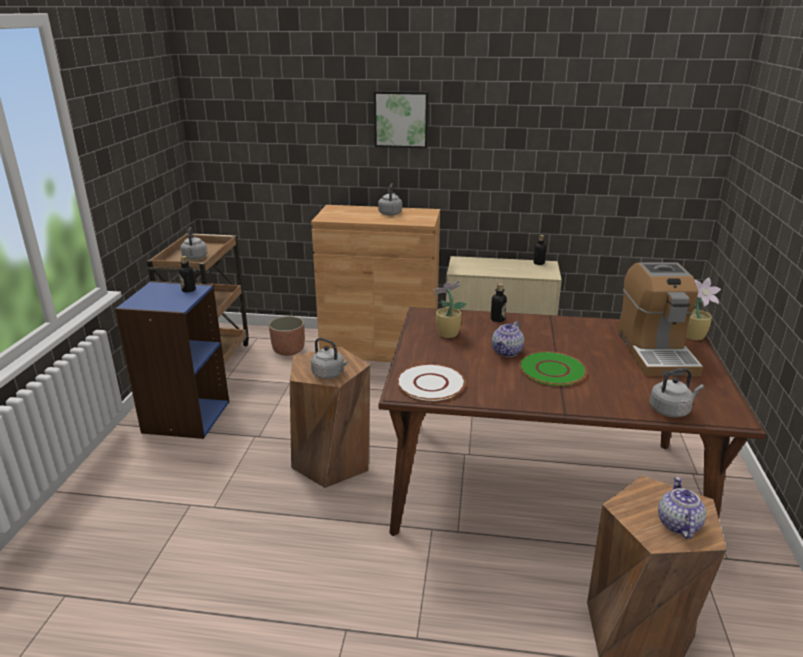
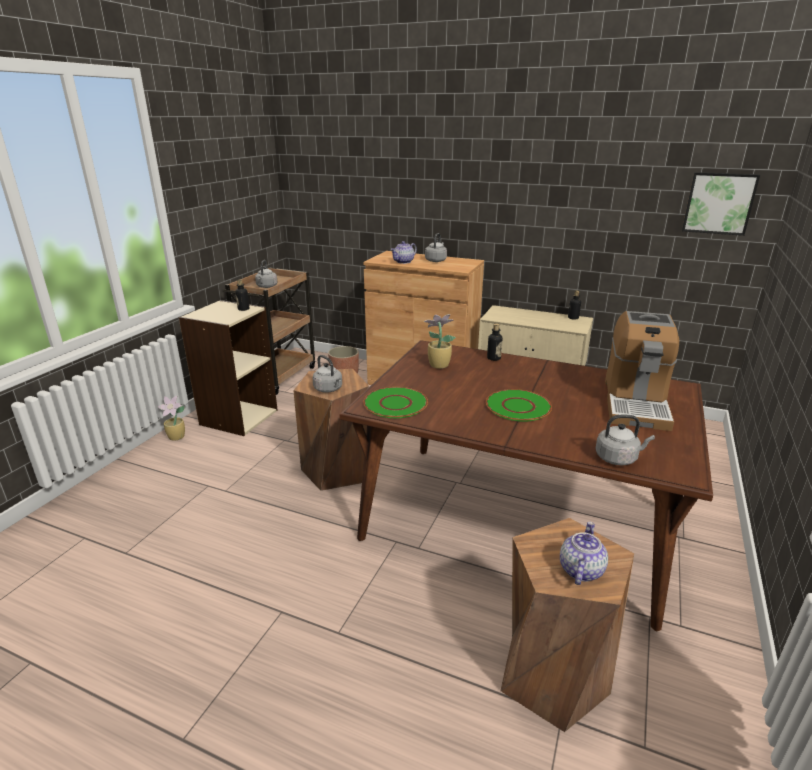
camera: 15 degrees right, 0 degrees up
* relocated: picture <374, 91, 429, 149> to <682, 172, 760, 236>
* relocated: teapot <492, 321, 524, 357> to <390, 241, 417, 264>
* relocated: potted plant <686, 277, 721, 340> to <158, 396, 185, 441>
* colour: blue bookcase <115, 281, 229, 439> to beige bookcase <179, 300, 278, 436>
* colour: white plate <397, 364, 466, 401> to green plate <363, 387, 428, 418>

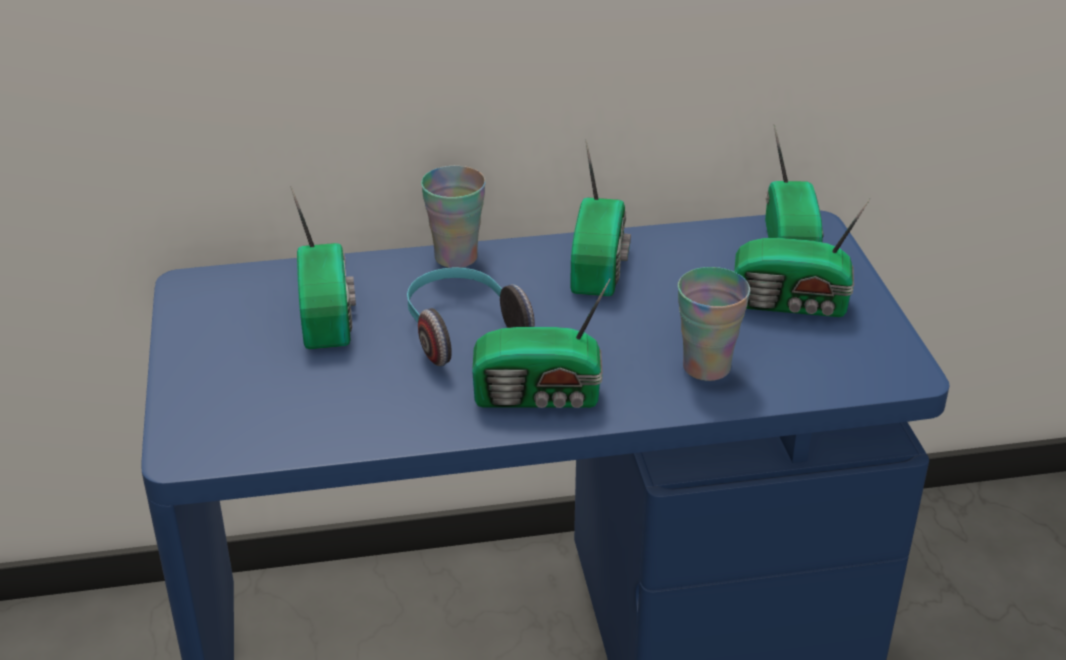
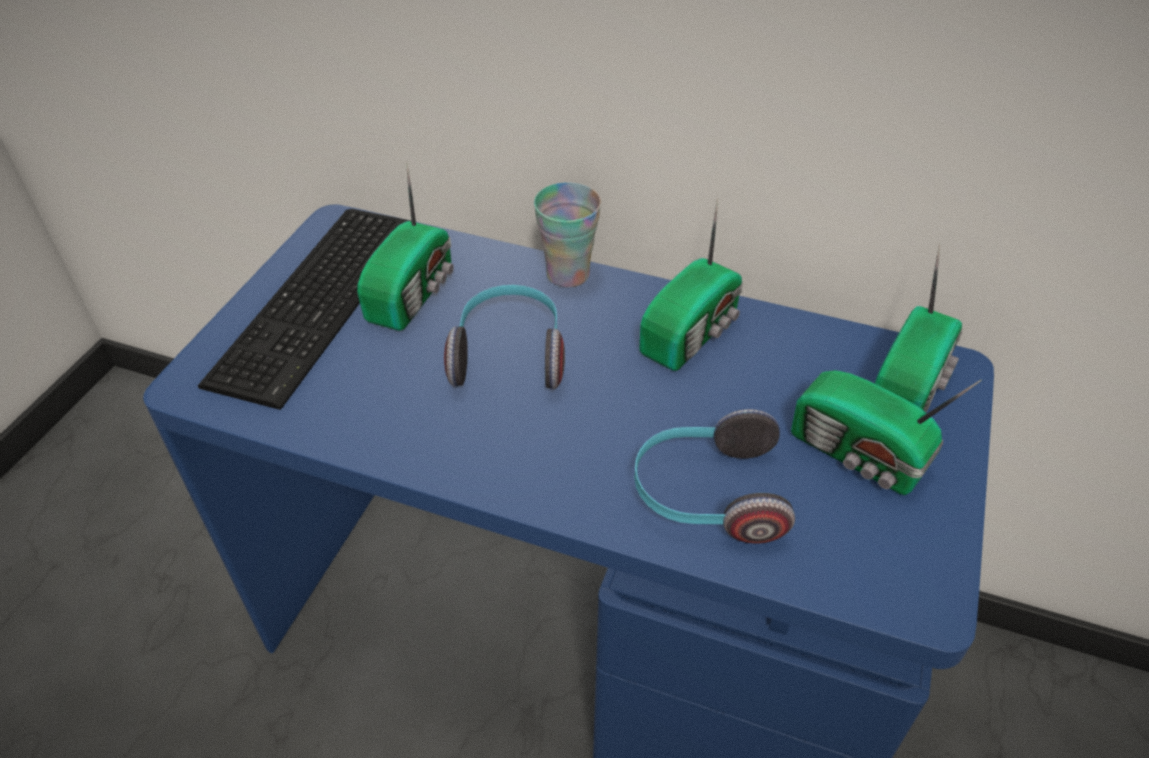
camera: 30 degrees right, 10 degrees up
* missing: radio <472, 278, 611, 408>
* appeared: keyboard <198, 209, 410, 410>
* exchanged: cup <678, 267, 750, 381> to headphones <634, 409, 795, 544>

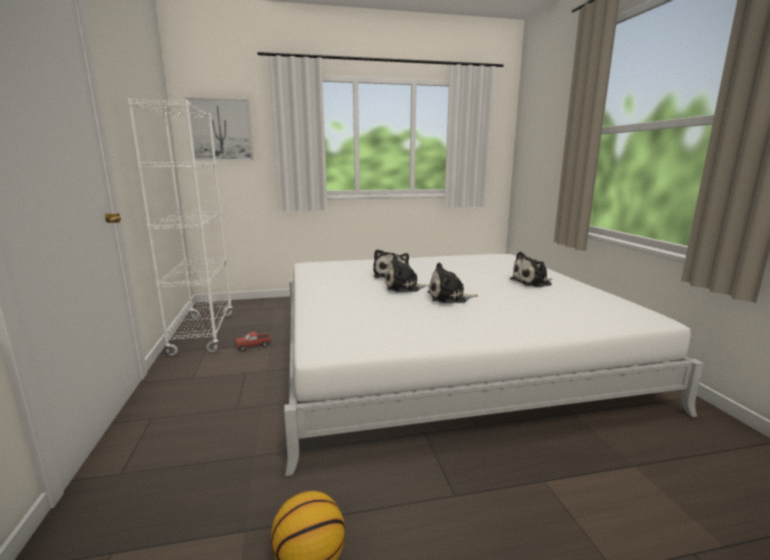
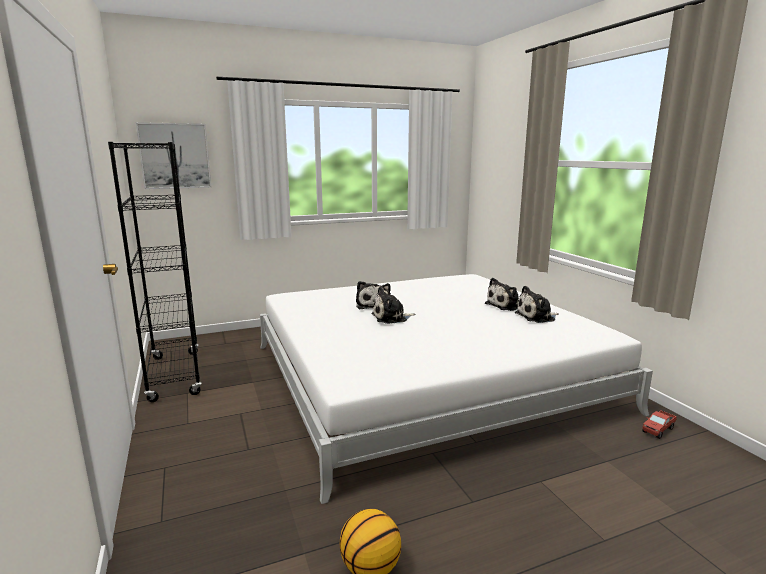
camera: 10 degrees left, 0 degrees up
* relocated: toy truck <235, 332, 271, 352> to <642, 410, 677, 439>
* relocated: plush toy <428, 262, 478, 304> to <515, 286, 559, 323>
* colour: white bookcase <127, 98, 233, 356> to black bookcase <108, 142, 202, 402>

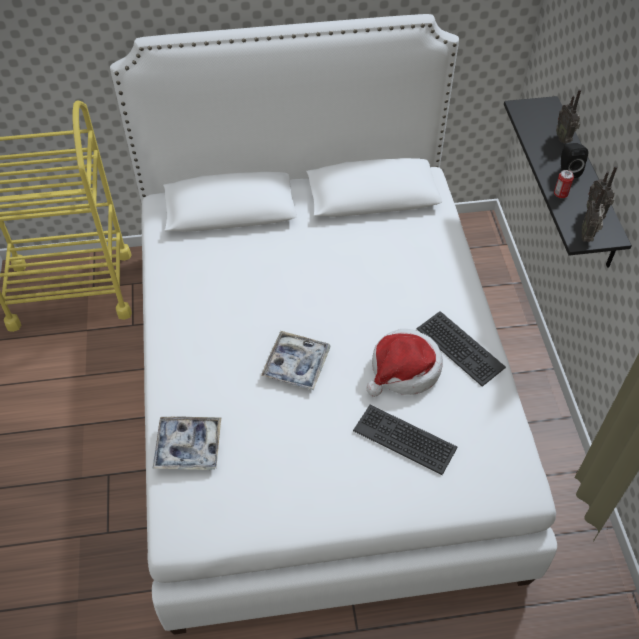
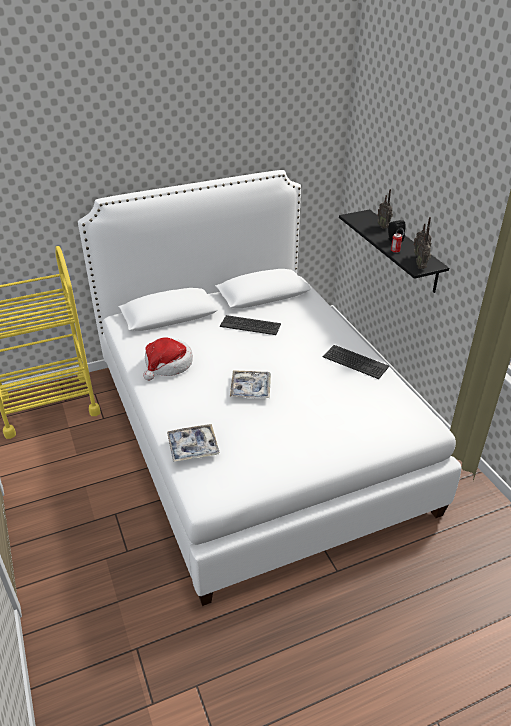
camera: 15 degrees left, 15 degrees down
* relocated: keyboard <353, 405, 458, 475> to <220, 315, 281, 335>
* relocated: hat <366, 329, 443, 397> to <143, 337, 193, 381>

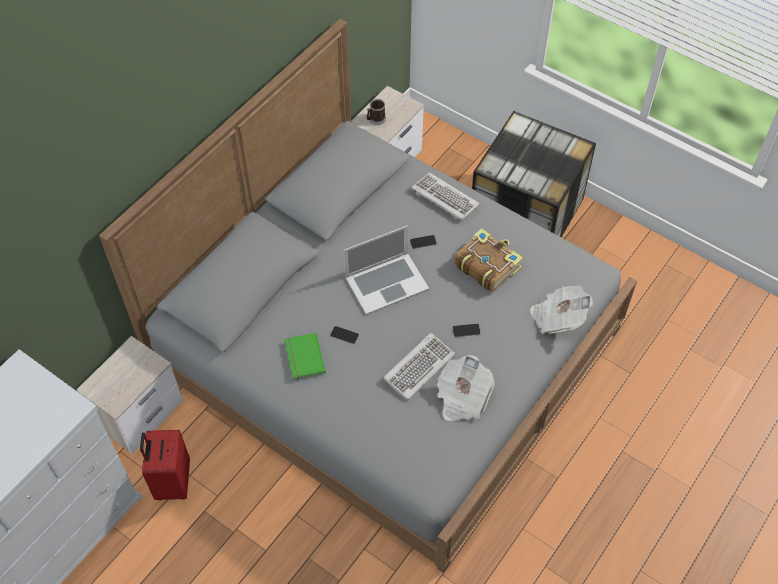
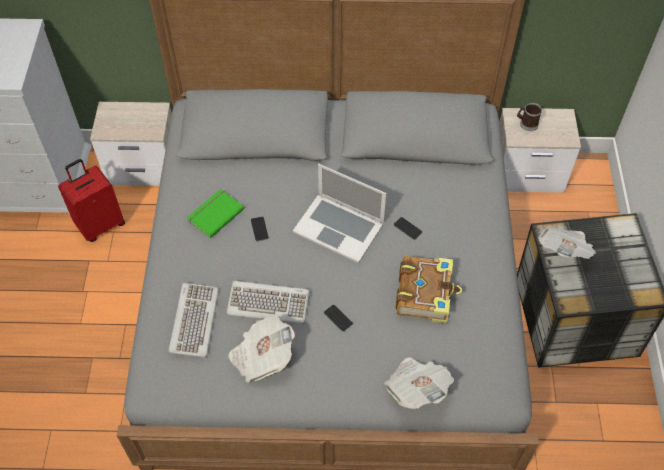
camera: 55 degrees right, 0 degrees up
* appeared: newspaper <538, 227, 596, 259>
* relocated: keyboard <411, 173, 480, 220> to <168, 283, 219, 358>

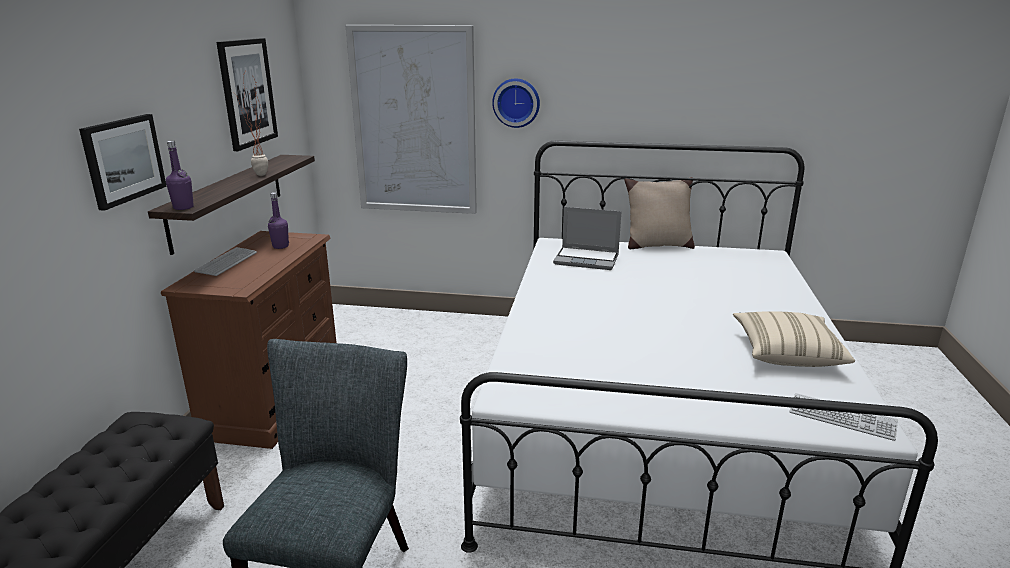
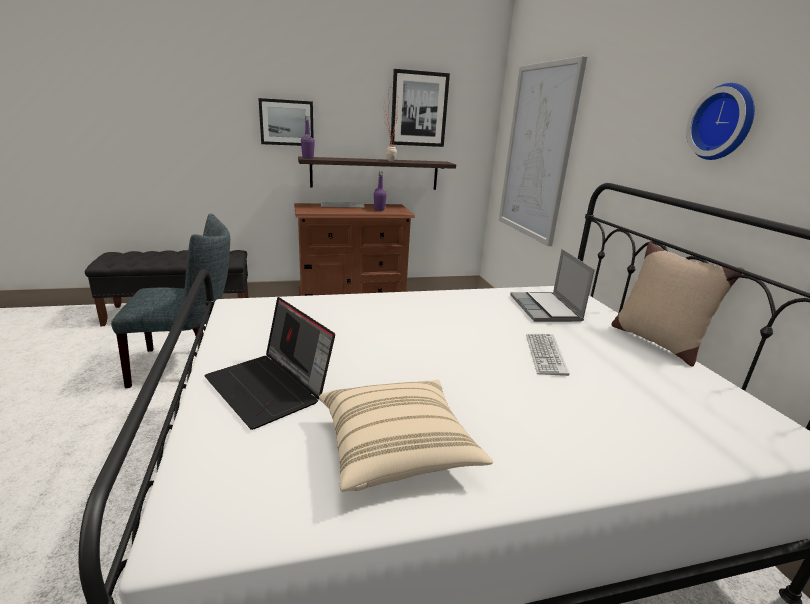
camera: 65 degrees right, 0 degrees up
* appeared: laptop <204, 297, 335, 430>
* relocated: wall clock <492, 79, 540, 128> to <686, 83, 755, 160>
* relocated: keyboard <789, 393, 898, 441> to <526, 334, 570, 376>

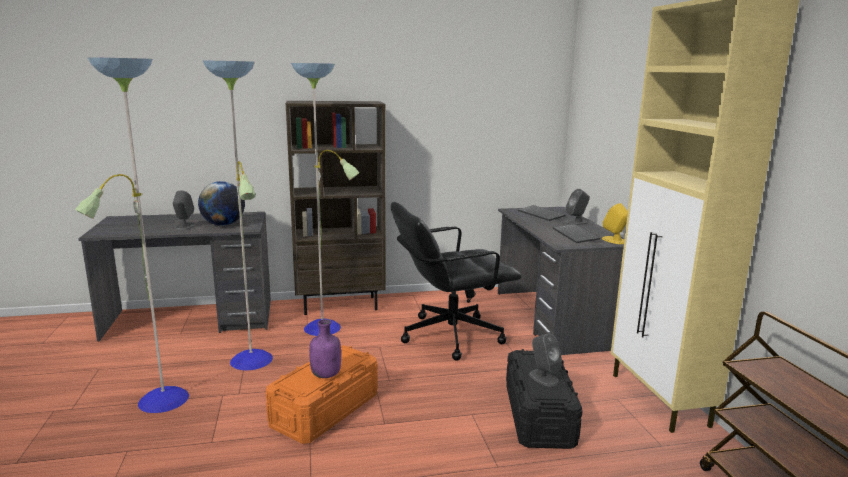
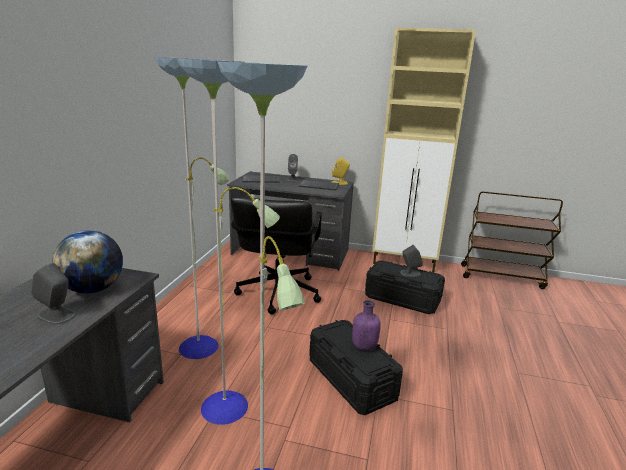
camera: 65 degrees left, 5 degrees up
* missing: brown bookcase <286, 101, 386, 315>
* colour: orange storage box <266, 345, 378, 444> to black storage box <309, 320, 403, 415>

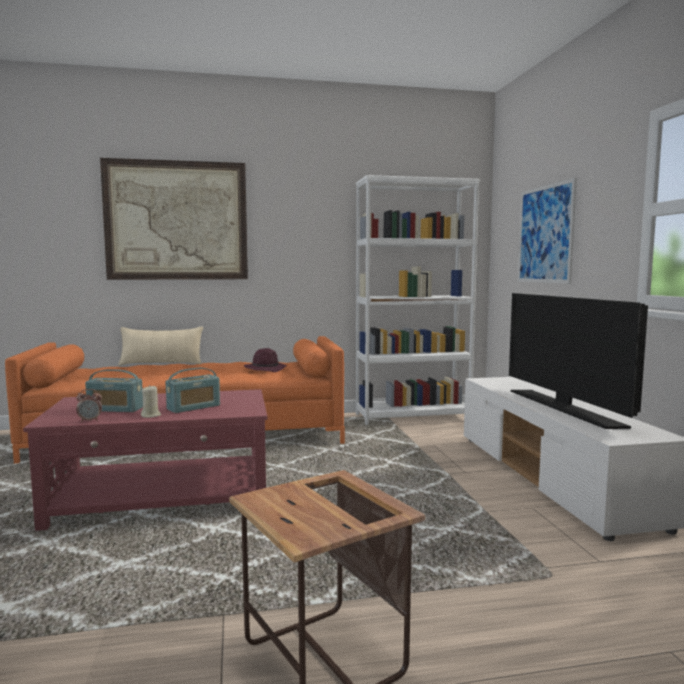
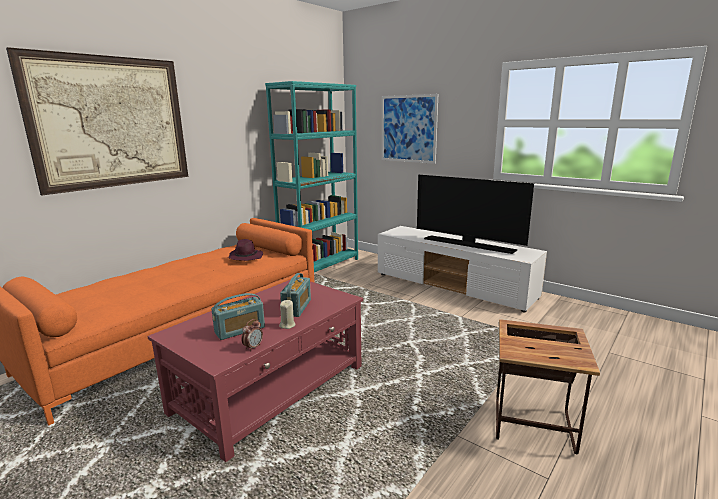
camera: 40 degrees left, 10 degrees up
* missing: beige pillow <118, 327, 203, 365>
* colour: white bookcase <356, 175, 480, 425> to turquoise bookcase <265, 81, 358, 272>

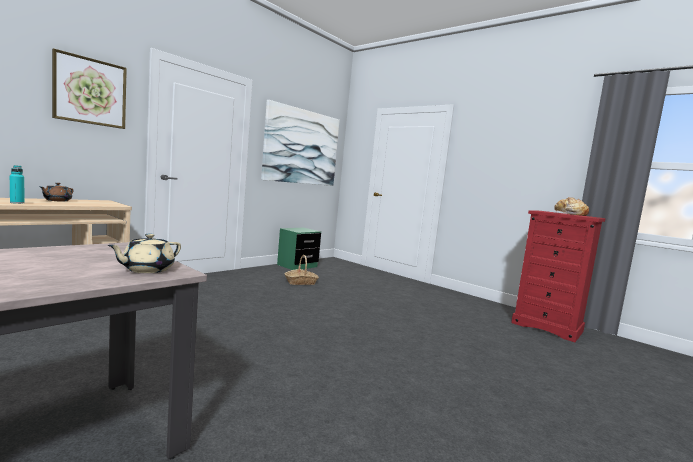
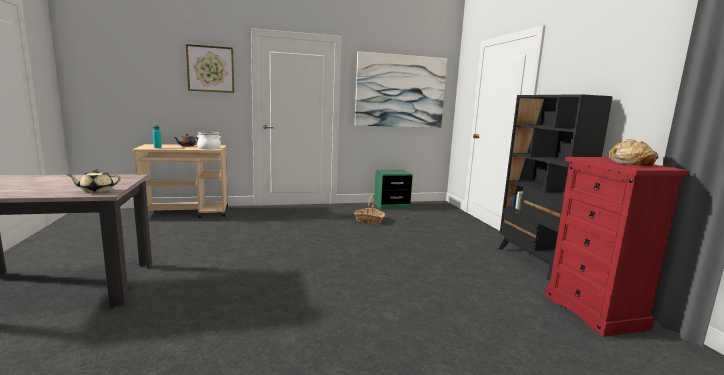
camera: 35 degrees right, 5 degrees up
* appeared: cooking pot <197, 132, 221, 149>
* appeared: black bookcase <499, 94, 613, 280>

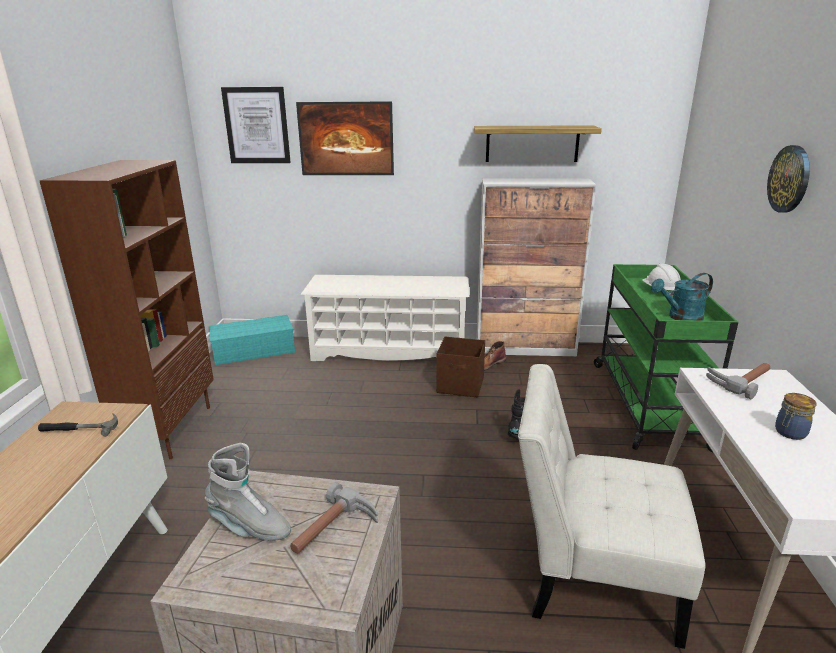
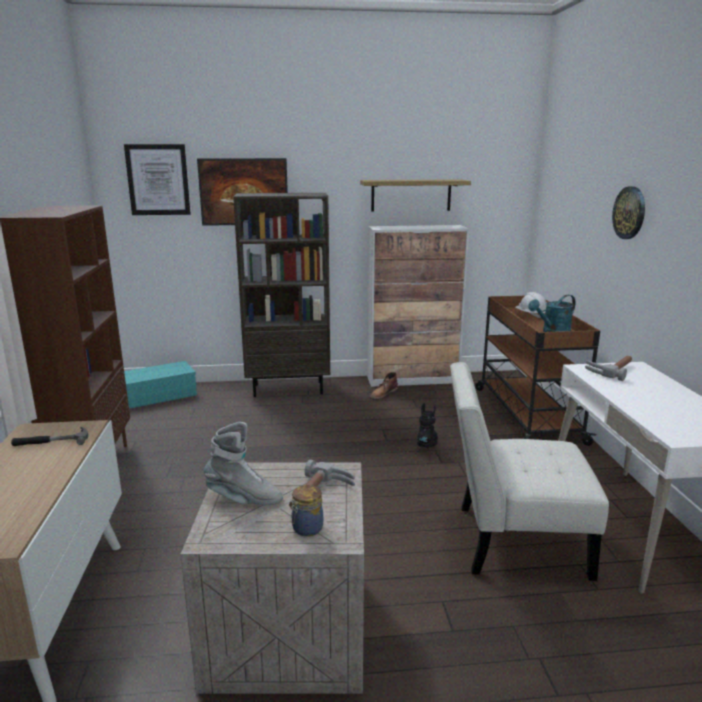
camera: 10 degrees left, 5 degrees down
* missing: brown storage box <436, 336, 485, 398>
* relocated: jar <775, 393, 816, 440> to <291, 485, 323, 536>
* exchanged: white shoe rack <300, 275, 469, 361> to brown bookcase <233, 193, 330, 397>
* colour: green cart <594, 264, 738, 452> to brown cart <475, 296, 600, 446>

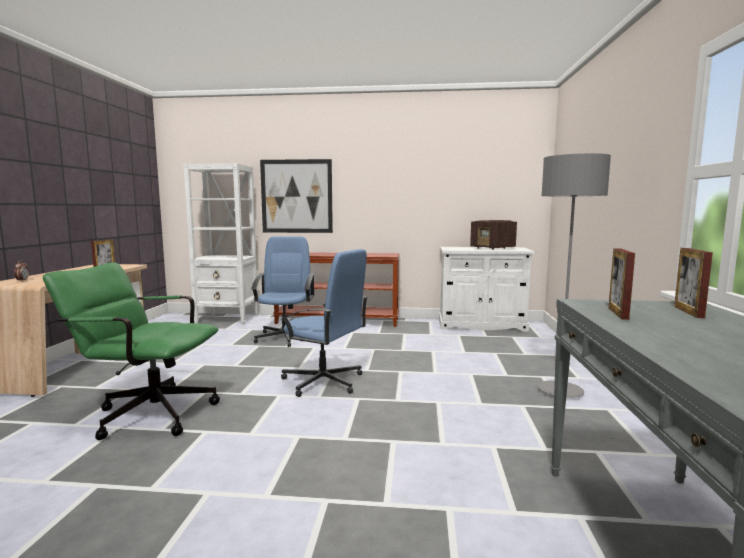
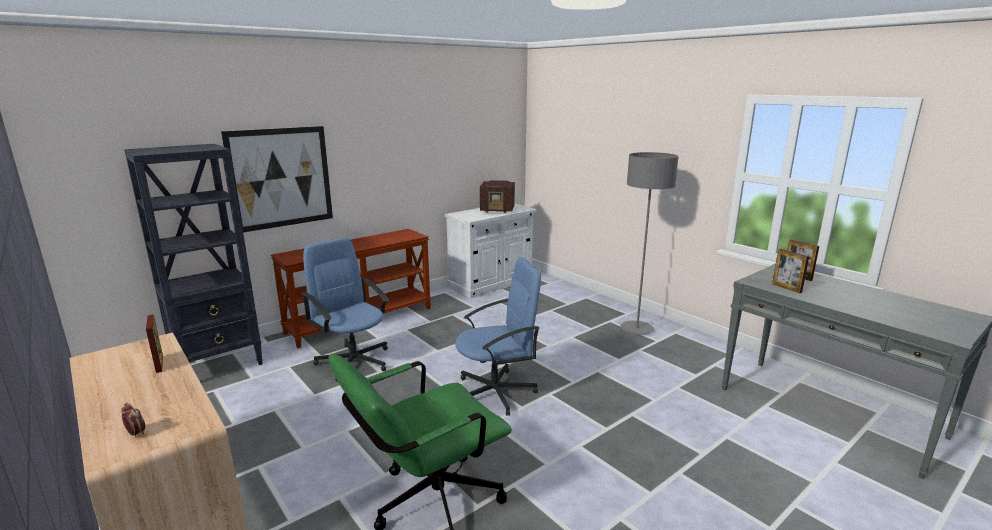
camera: 45 degrees left, 10 degrees up
* colour: white bookcase <183, 163, 258, 325> to black bookcase <124, 144, 263, 365>

